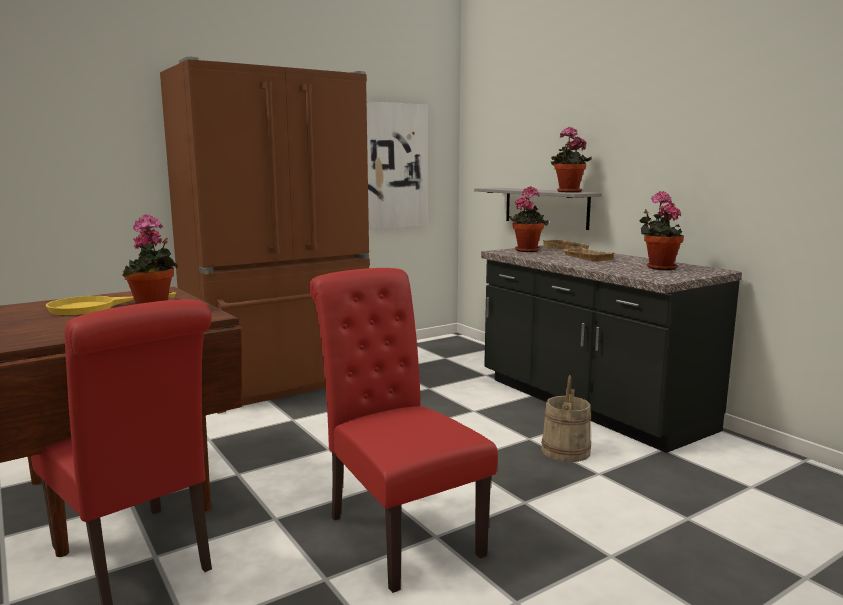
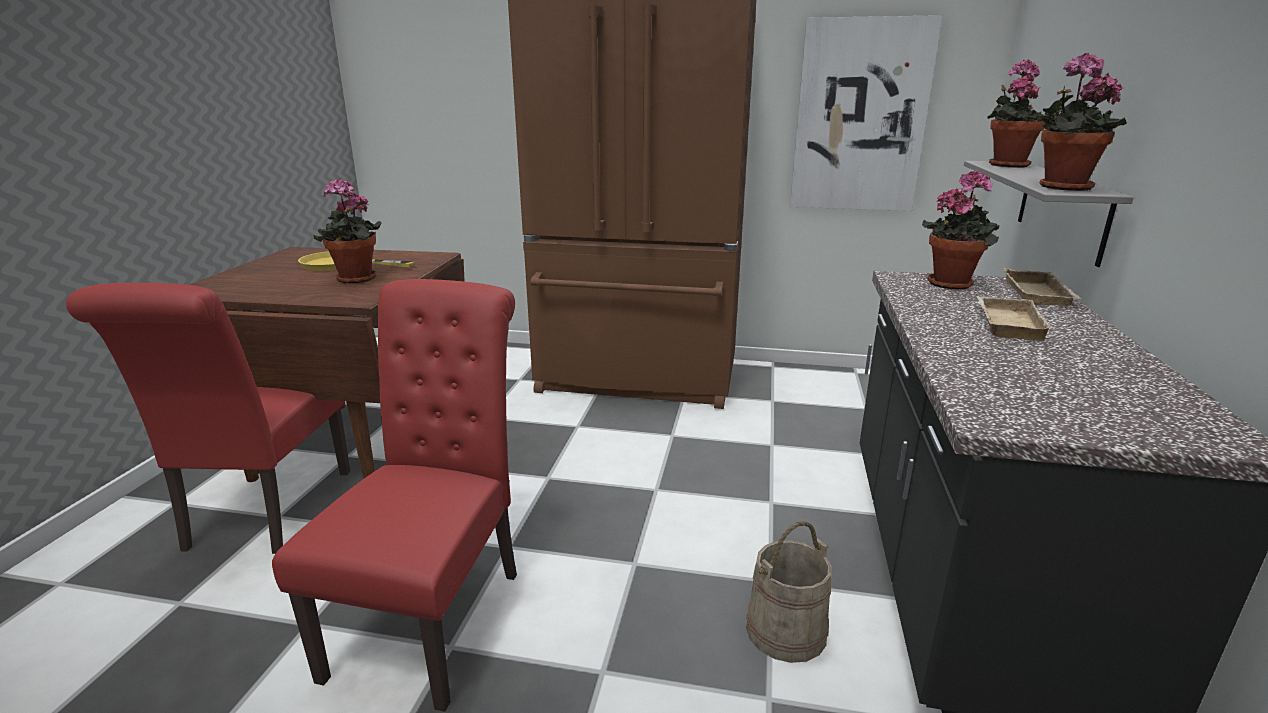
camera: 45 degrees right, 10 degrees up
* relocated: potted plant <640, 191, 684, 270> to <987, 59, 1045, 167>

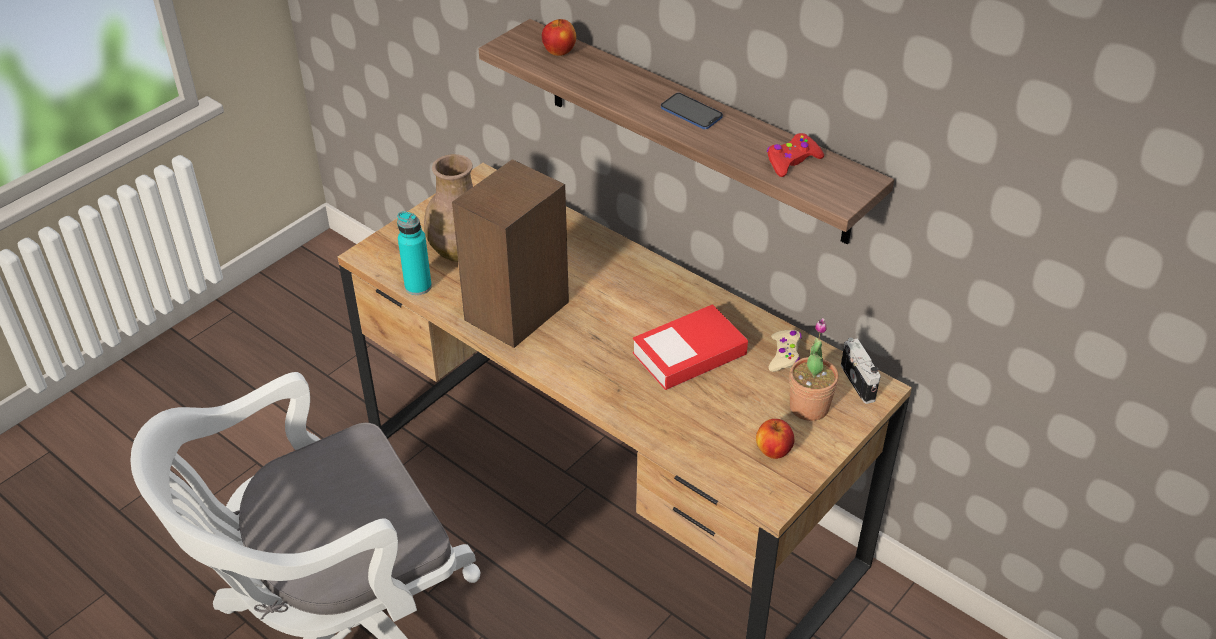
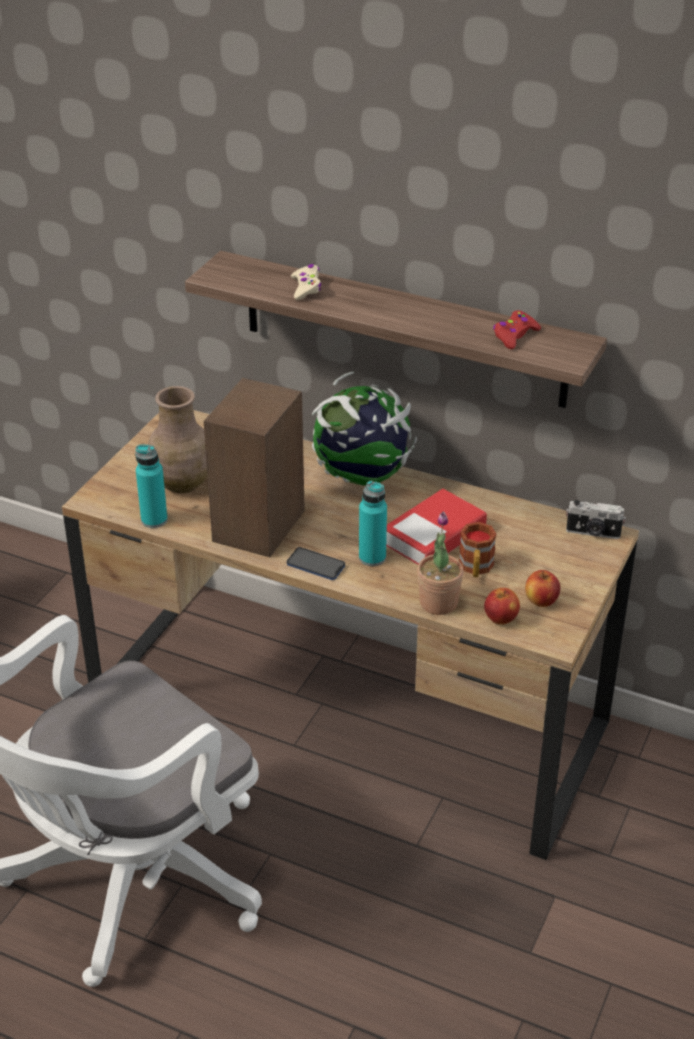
camera: 15 degrees left, 5 degrees down
* appeared: globe <312, 372, 417, 486>
* appeared: turquoise bottle <359, 481, 387, 566>
* appeared: mug <459, 522, 496, 577>
* relocated: apple <542, 19, 576, 56> to <484, 588, 520, 625>
* relocated: phone <661, 93, 723, 129> to <287, 547, 345, 580>
* relocated: beige game controller <769, 330, 802, 372> to <291, 264, 321, 300>
* relocated: potted plant <789, 318, 839, 421> to <417, 511, 464, 615>
* spun: photo camera <841, 338, 881, 404> = <566, 500, 626, 539> 135 degrees clockwise

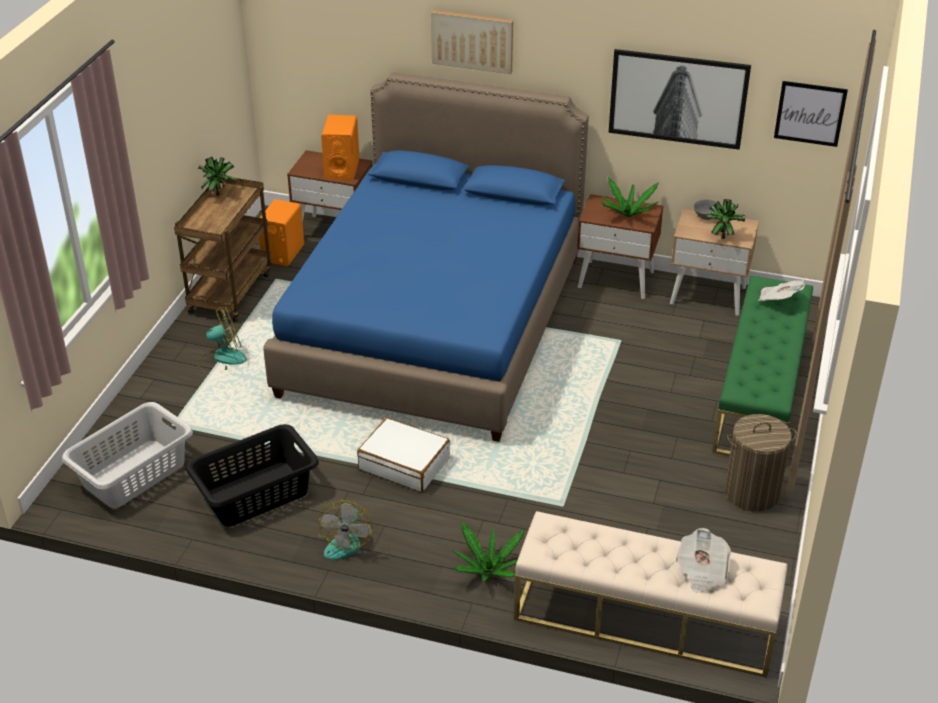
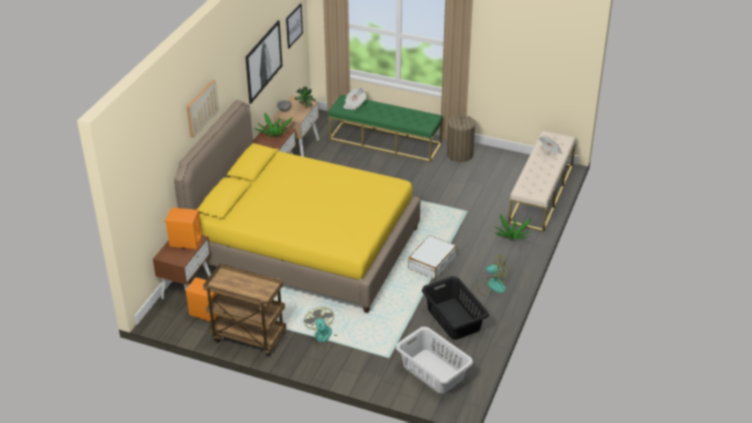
camera: 85 degrees left, 0 degrees up
* missing: potted plant <198, 157, 236, 196>
* colour: blue bed <263, 72, 589, 442> to yellow bed <174, 100, 420, 313>

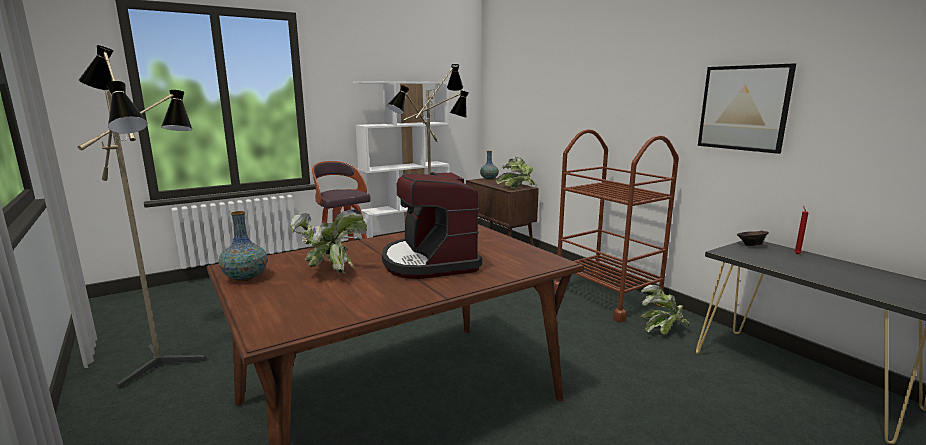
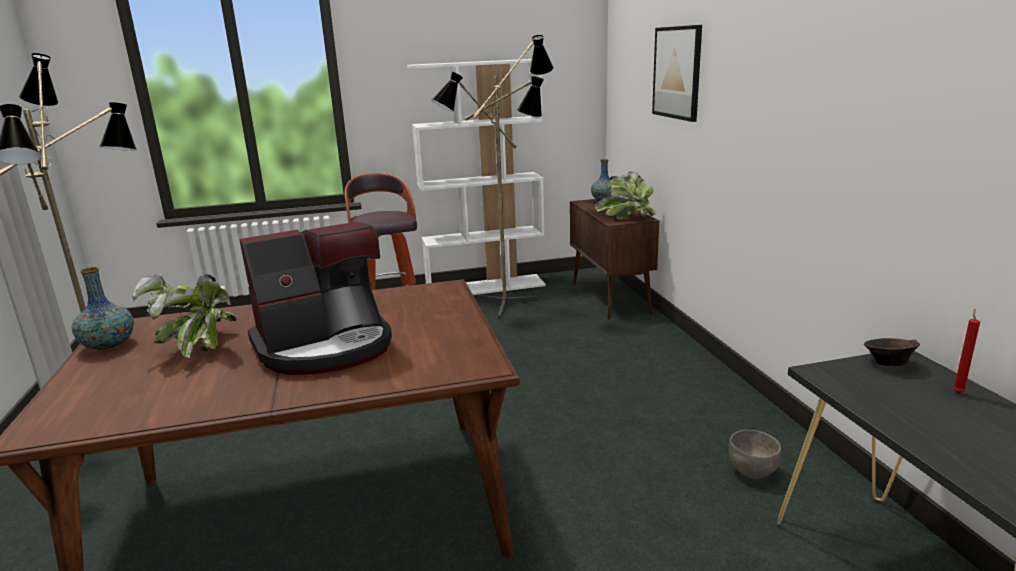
camera: 20 degrees right, 5 degrees up
* missing: brown cart <554, 129, 679, 322>
* relocated: picture <698, 63, 796, 154> to <652, 25, 702, 122>
* exchanged: potted plant <641, 285, 690, 334> to grey bowl <729, 430, 781, 479>
* spun: coffee machine <382, 172, 482, 279> = <239, 222, 392, 375> 120 degrees counterclockwise

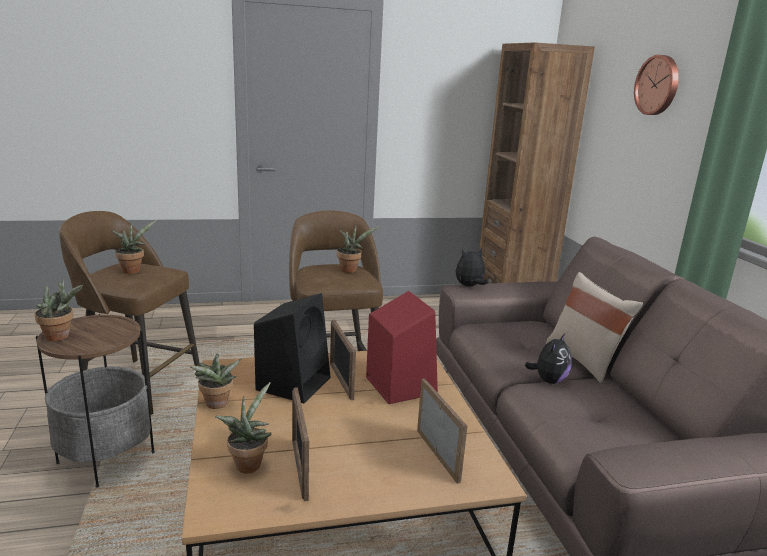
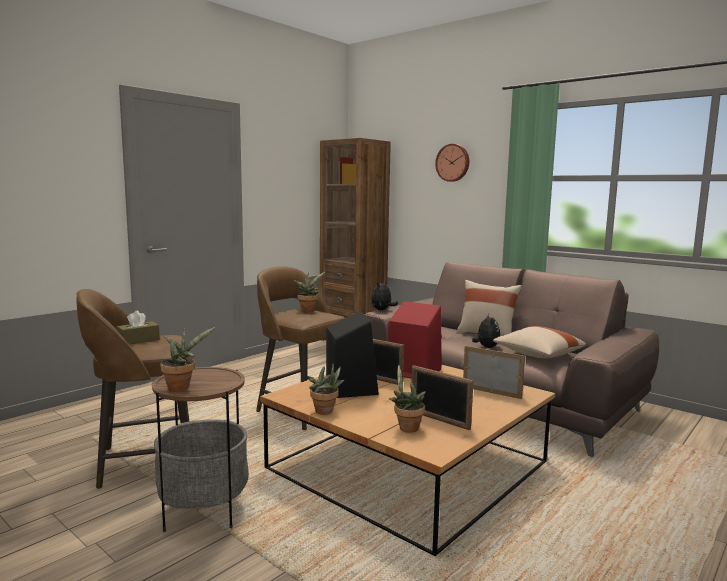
camera: 35 degrees left, 10 degrees down
* appeared: beige pillow <493, 326, 586, 358>
* exchanged: potted plant <111, 220, 157, 274> to brown tissue box <117, 311, 160, 344>

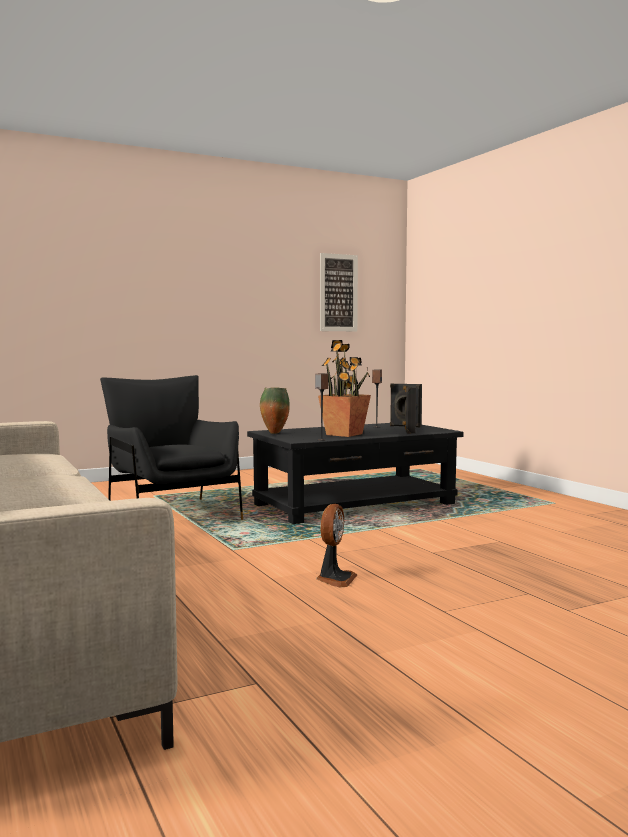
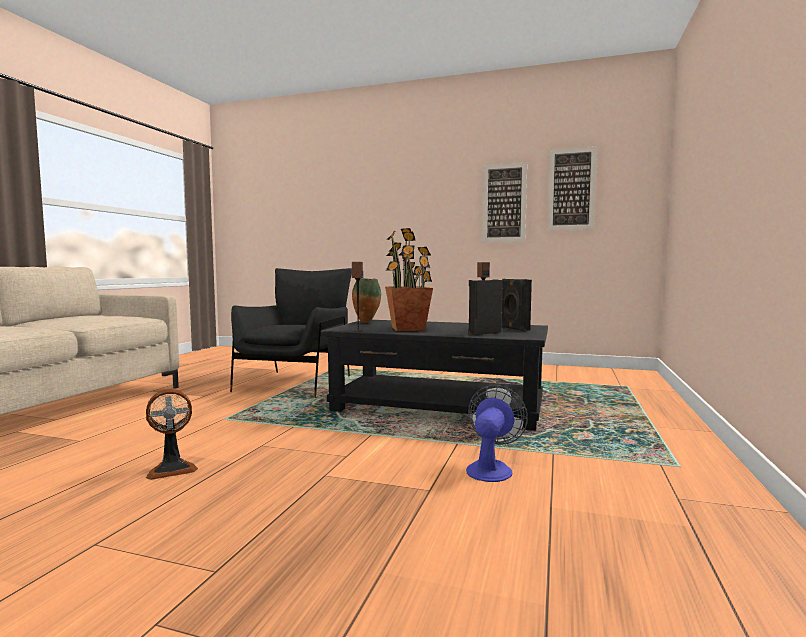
camera: 45 degrees right, 0 degrees up
* appeared: fan <466, 385, 528, 482>
* appeared: picture <482, 162, 527, 242>

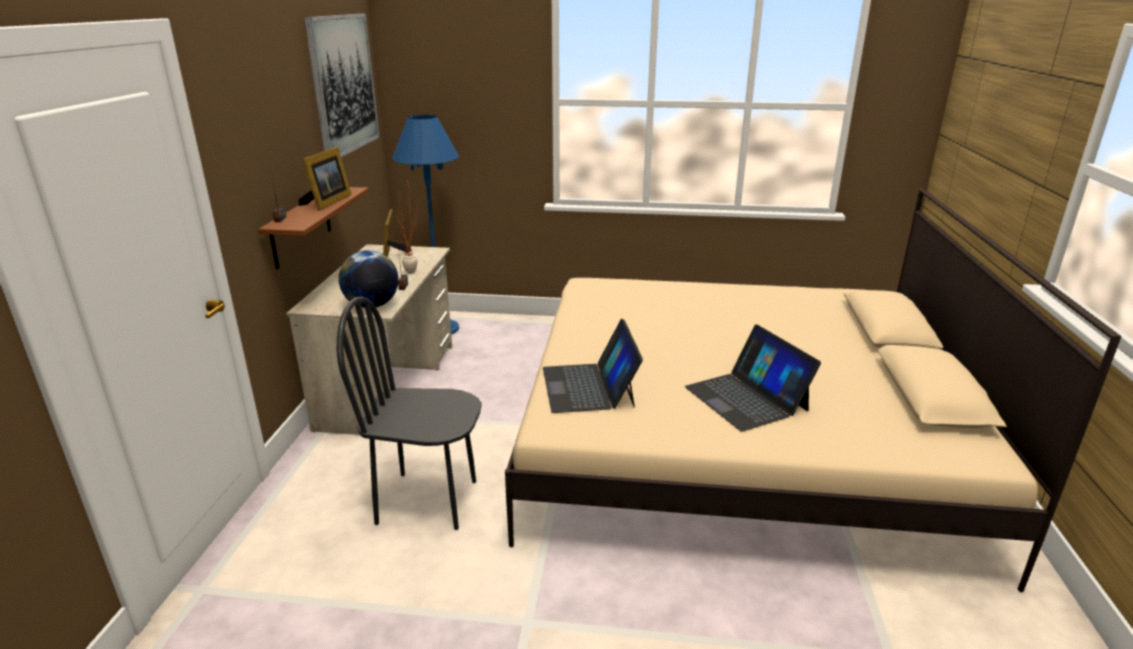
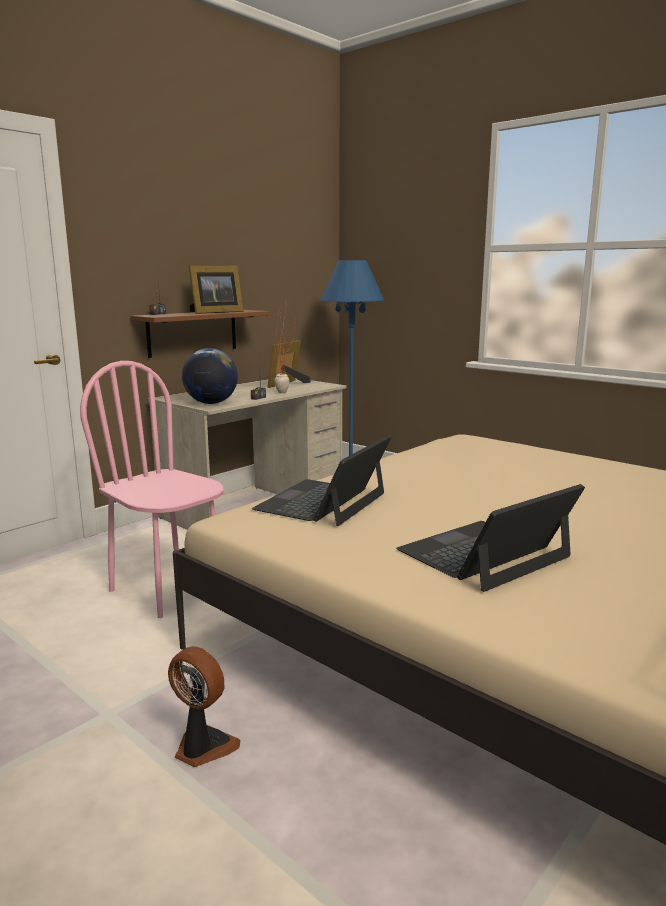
camera: 35 degrees right, 10 degrees down
* missing: picture <304, 14, 380, 157>
* appeared: fan <168, 647, 241, 767>
* colour: black chair <337, 297, 482, 530> to pink chair <80, 361, 224, 618>
* spun: laptop <685, 324, 821, 432> = <396, 484, 585, 592> 45 degrees clockwise

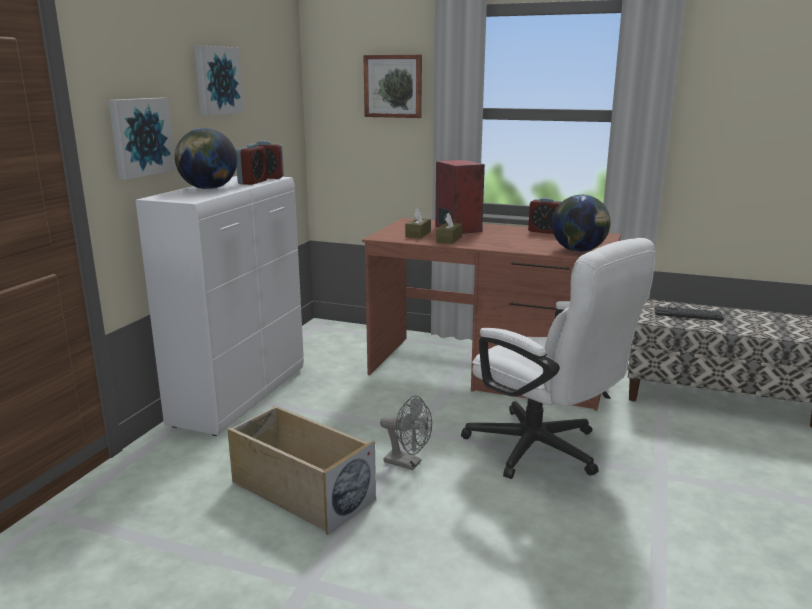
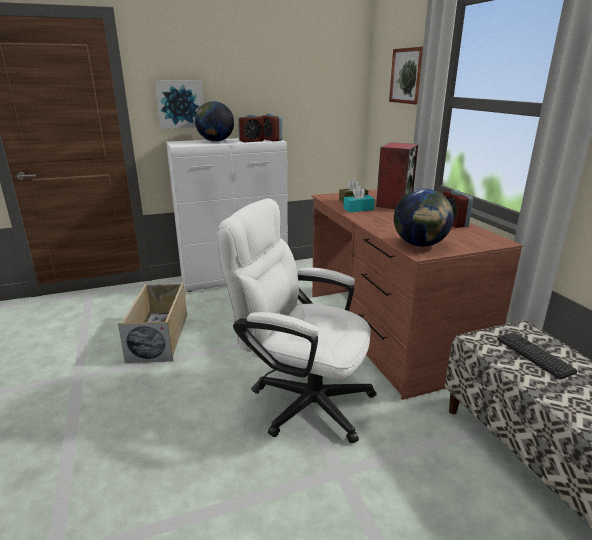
camera: 50 degrees right, 5 degrees up
* missing: picture <194, 45, 244, 116>
* missing: grey fan <380, 395, 432, 470>
* colour: brown tissue box <436, 213, 462, 244> to turquoise tissue box <343, 186, 375, 212>
* spun: white office chair <461, 238, 656, 479> = <217, 198, 377, 443> 105 degrees clockwise

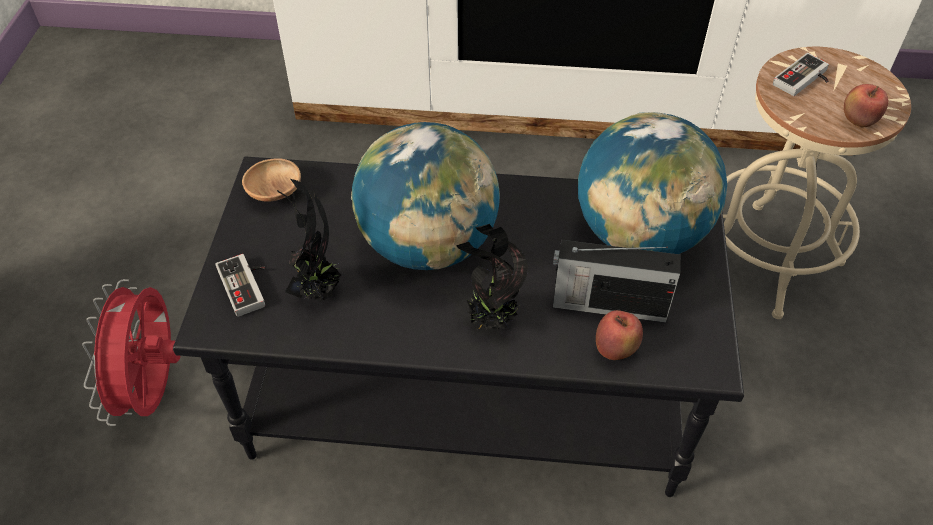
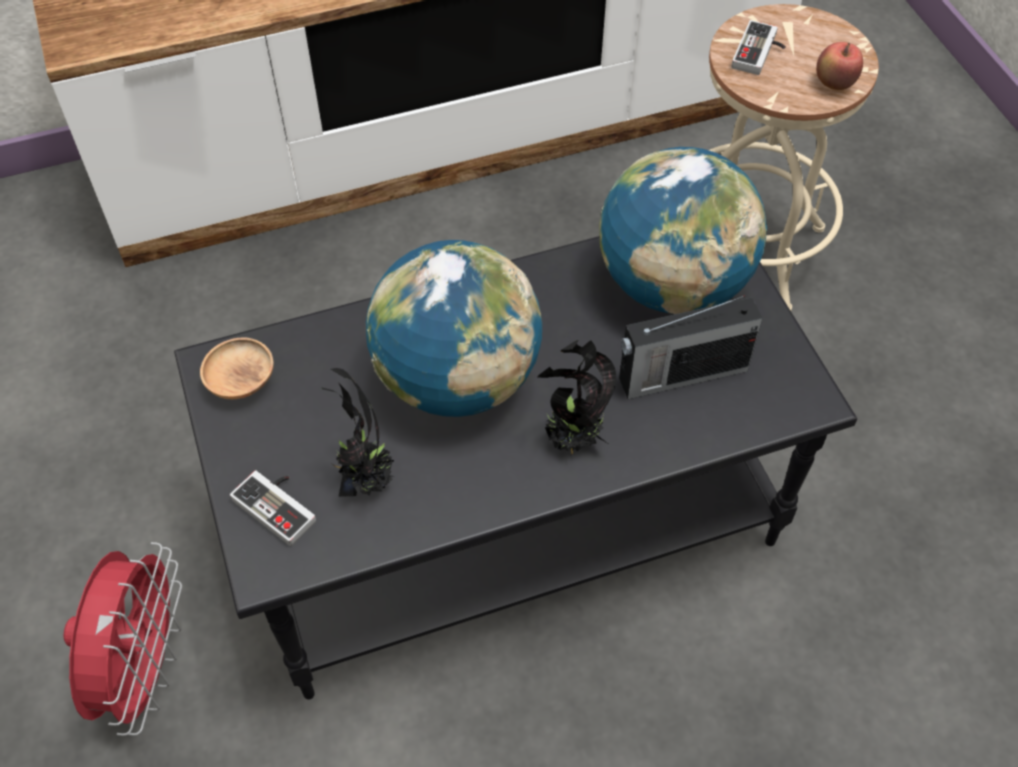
camera: 25 degrees left, 5 degrees up
* missing: apple <596, 310, 643, 360>
* spun: red fan <82, 279, 180, 426> = <64, 542, 182, 736> 150 degrees counterclockwise

